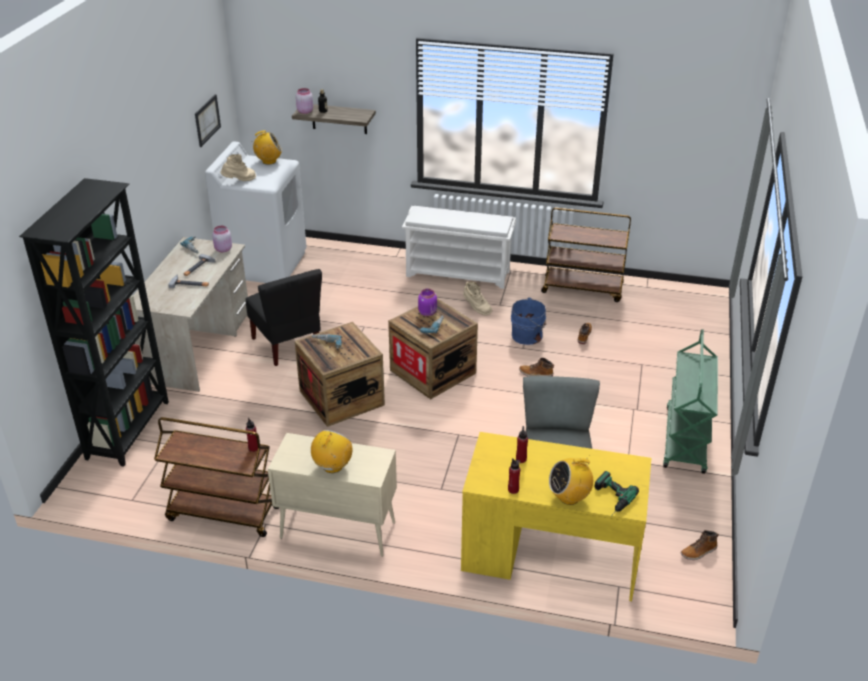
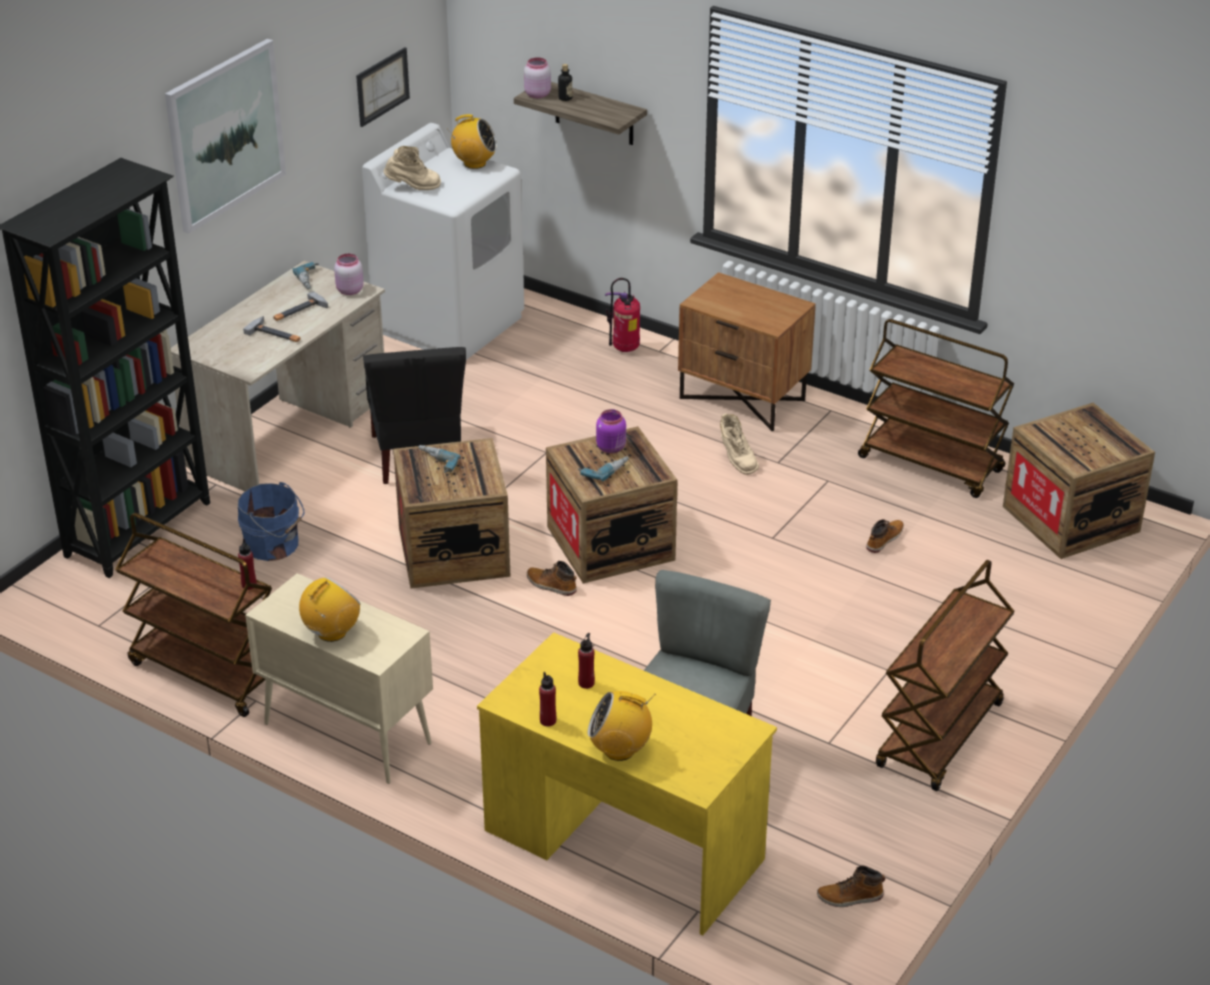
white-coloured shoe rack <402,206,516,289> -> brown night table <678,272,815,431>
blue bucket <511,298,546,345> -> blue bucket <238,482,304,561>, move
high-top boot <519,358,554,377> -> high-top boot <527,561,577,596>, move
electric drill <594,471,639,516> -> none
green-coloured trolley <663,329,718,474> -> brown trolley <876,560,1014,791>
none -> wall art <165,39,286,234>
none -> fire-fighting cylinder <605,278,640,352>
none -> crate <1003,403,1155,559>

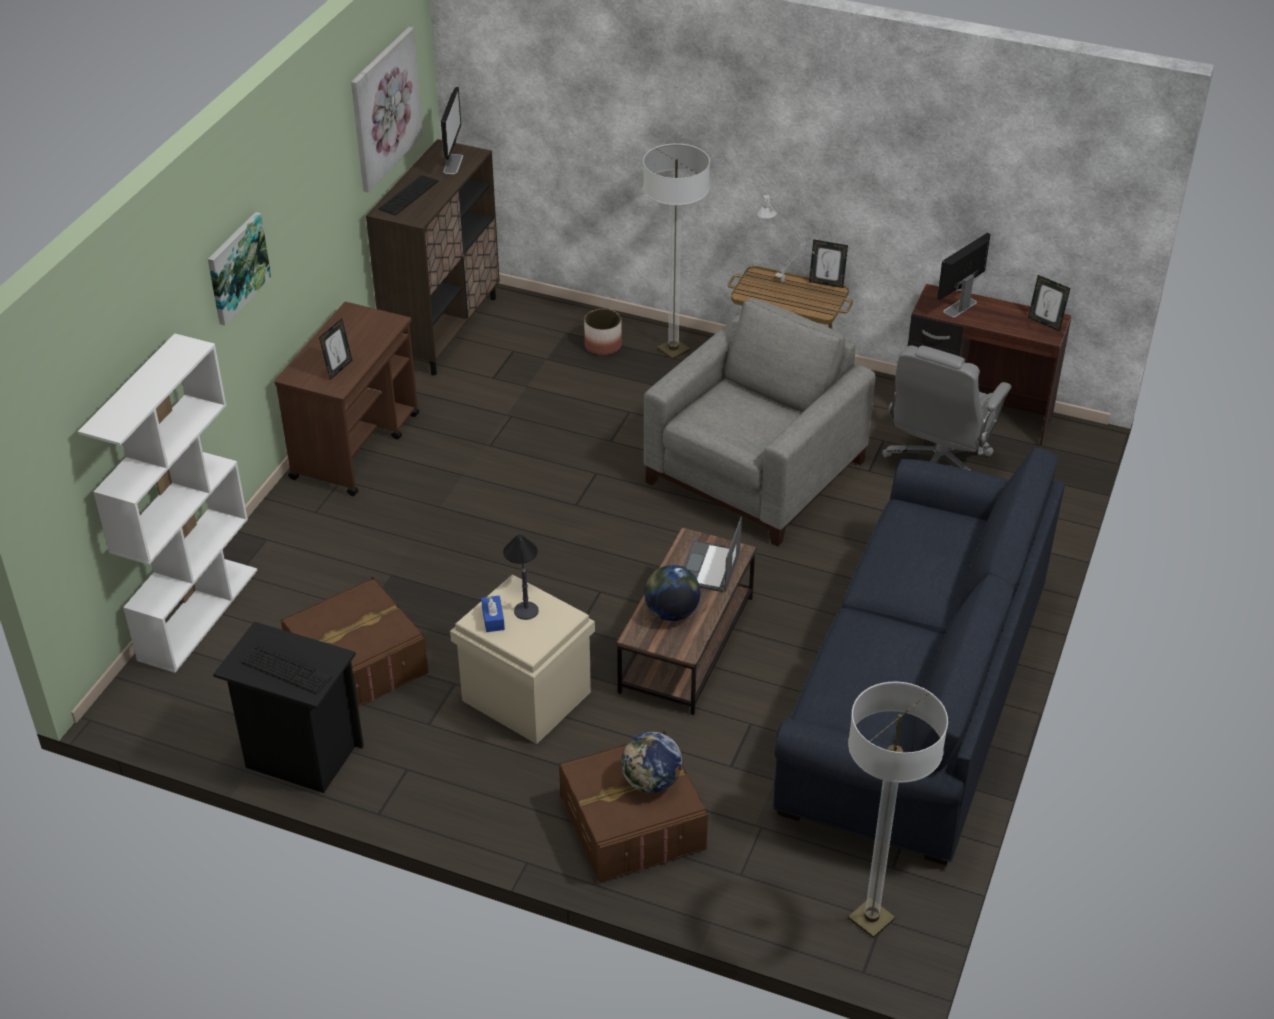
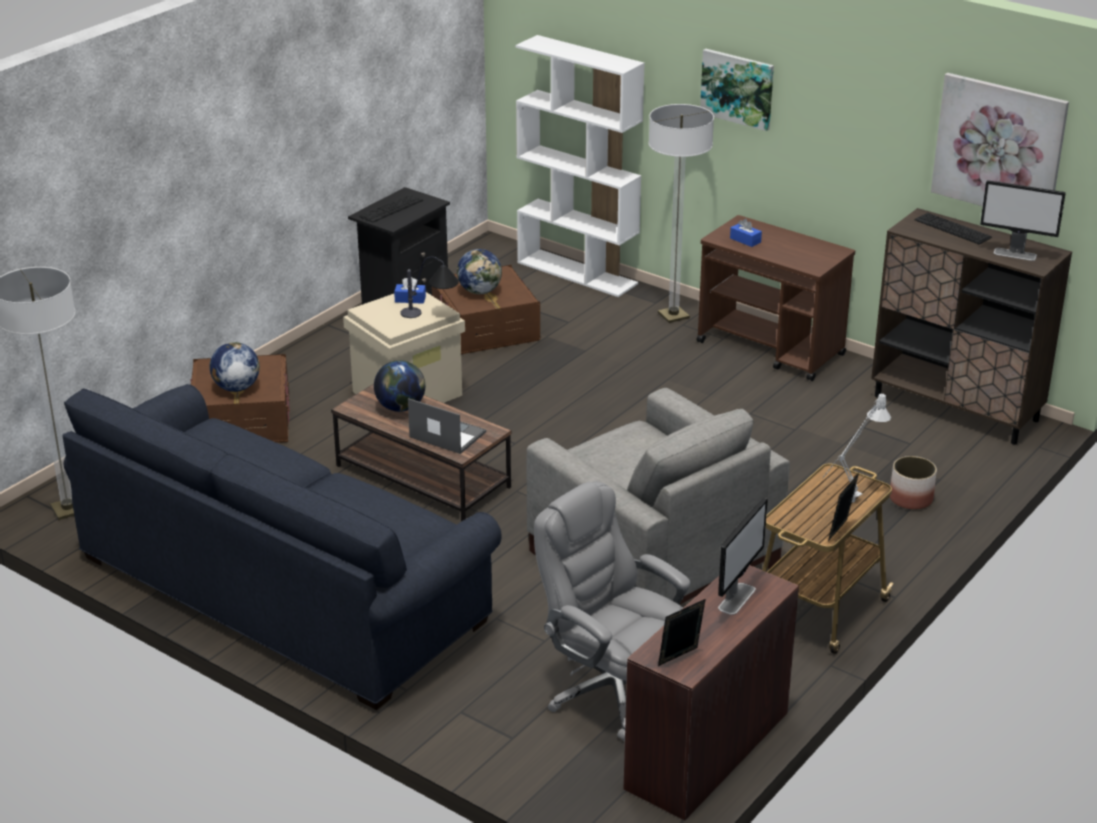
standing frame <319,318,352,380> -> blue box of tissues <730,219,762,247>
standing lamp <643,144,710,360> -> standing lamp <648,104,714,323>, move
monitor <937,233,991,318> -> monitor <718,498,768,615>, 60 degrees clockwise
none -> world globe <457,249,502,294>

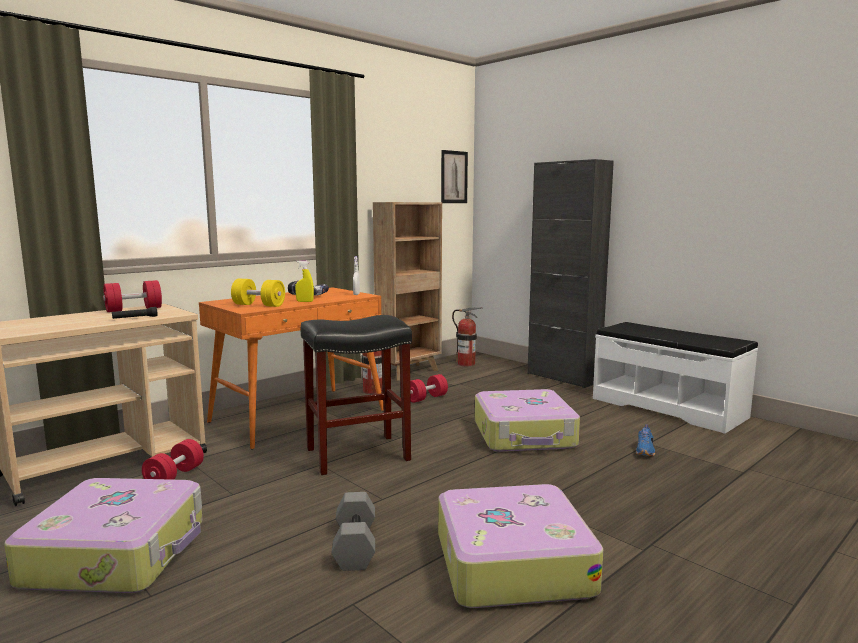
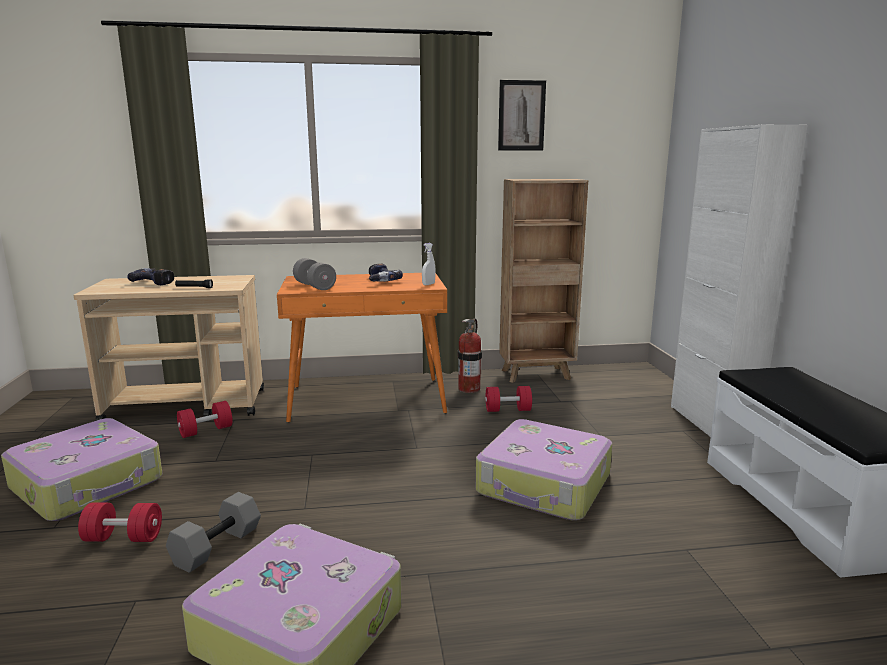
red free weight <103,280,162,312> -> red free weight <78,502,162,542>, move
yellow free weight <231,279,285,307> -> grey free weight <293,258,336,290>
yellow sprayer <295,260,314,302> -> none
black sitting stool <301,315,412,475> -> none
wall art <441,150,468,203> -> wall art <498,80,546,150>, move
fire-fighting cylinder <452,307,483,367> -> none
black storage cabinet <527,159,614,388> -> white-coloured storage cabinet <671,125,808,437>
blue low shoe <636,425,655,456> -> none
none -> electric drill <127,268,174,285>

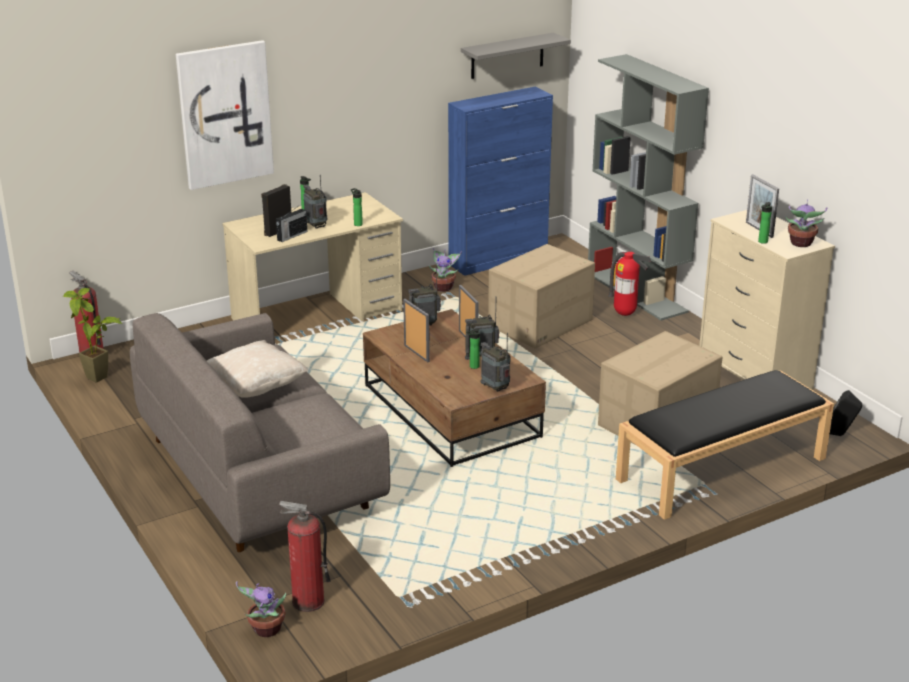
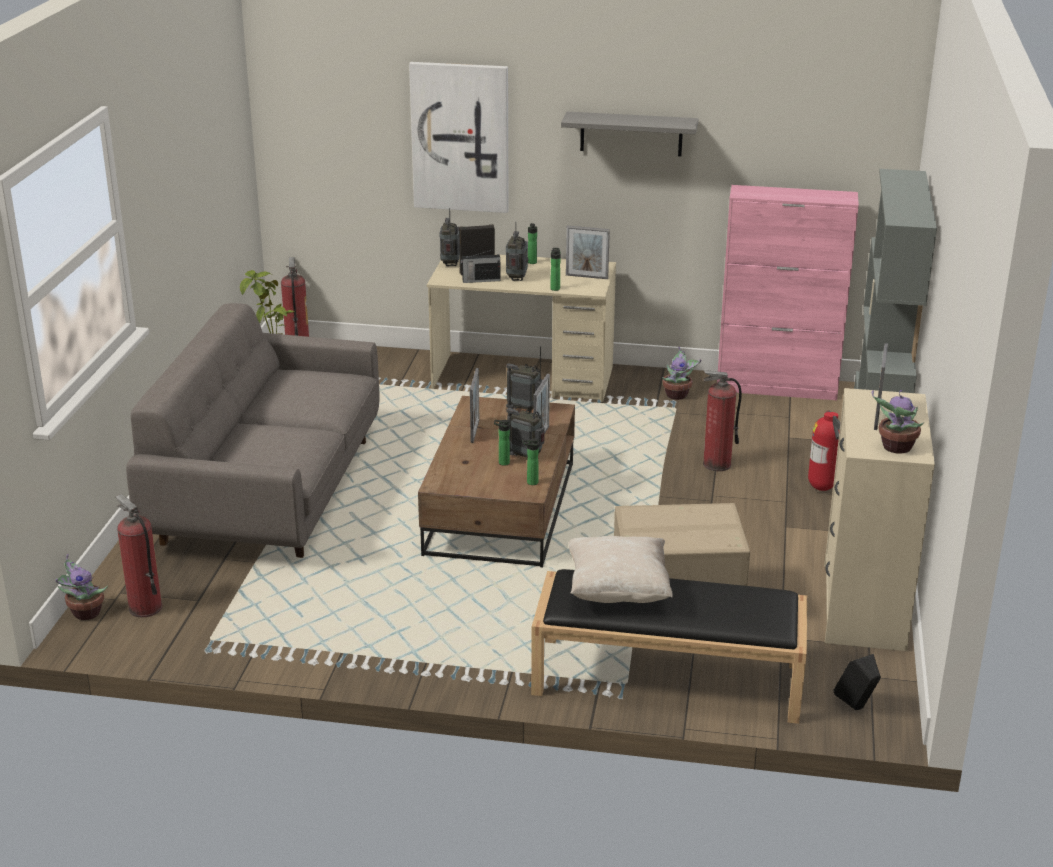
beige-coloured pillow <207,340,308,398> -> beige-coloured pillow <568,536,673,603>, move
blue storage cabinet <448,87,553,276> -> pink-coloured storage cabinet <717,185,859,400>
grey shelf <461,33,571,79> -> grey shelf <561,112,698,156>, move
radio <480,333,511,392> -> radio <440,208,460,266>, move
carton <488,244,595,348> -> fire-fighting cylinder <703,370,742,471>
bottle <758,202,772,244> -> bottle <522,438,539,485>, move
none -> standing frame <566,226,610,279>

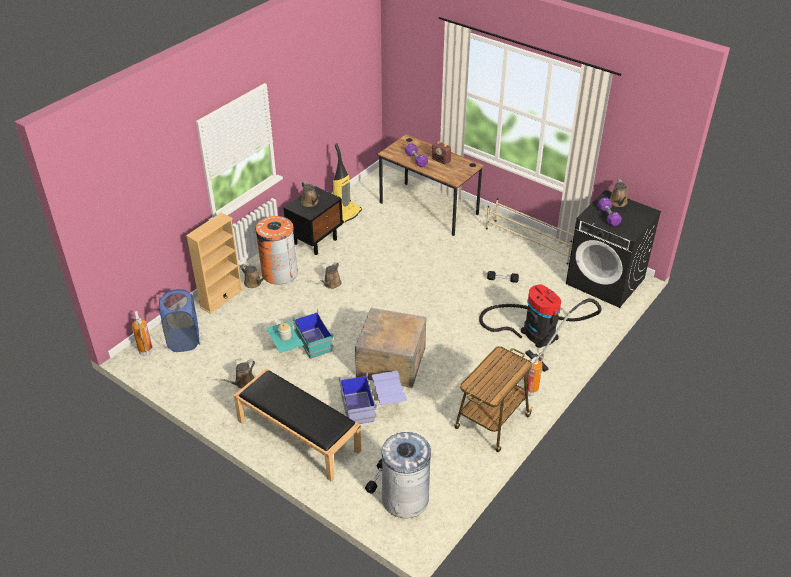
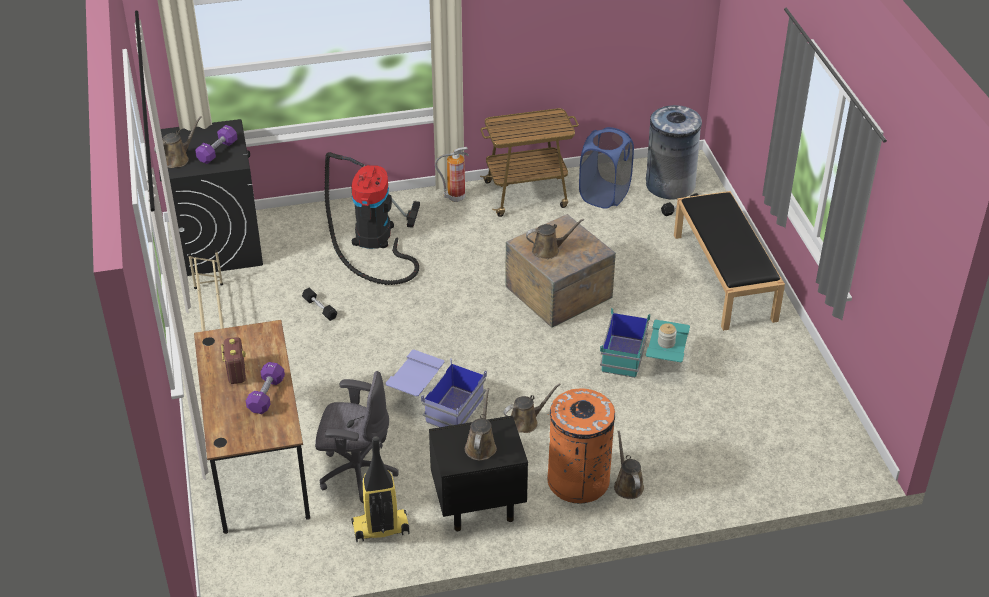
fire-fighting cylinder <132,311,153,356> -> none
blue washing basket <159,289,200,352> -> blue washing basket <579,127,634,209>, move
beige-coloured shelving unit <186,212,243,314> -> none
brown sprinkling can <221,359,255,388> -> brown sprinkling can <526,219,584,259>, move
blue storage bin <339,371,407,424> -> blue storage bin <385,350,487,427>, move
none -> grey computer chair <315,371,399,504>

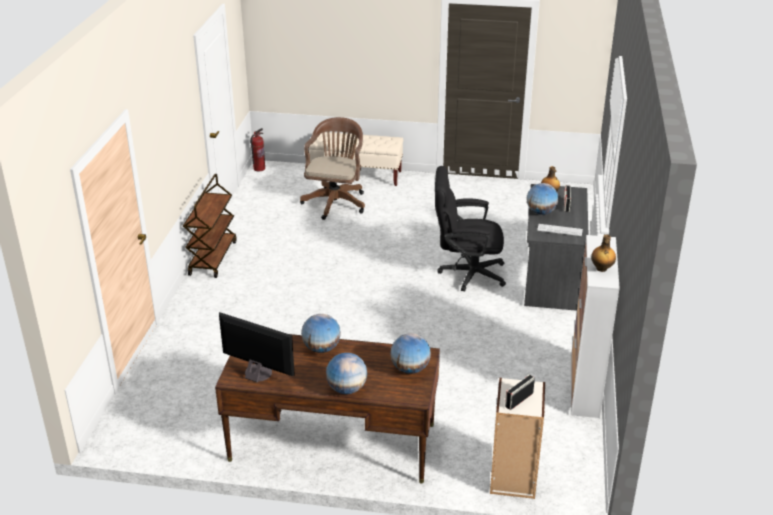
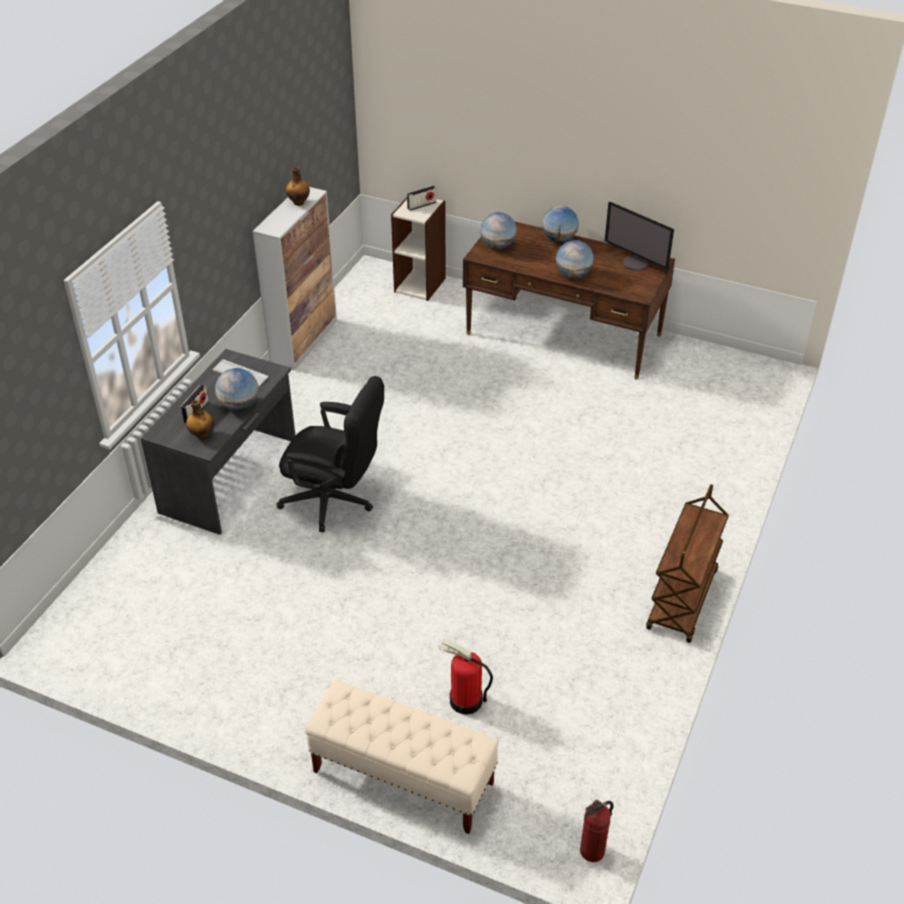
brown computer chair <300,117,365,220> -> fire-fighting cylinder <439,639,493,715>

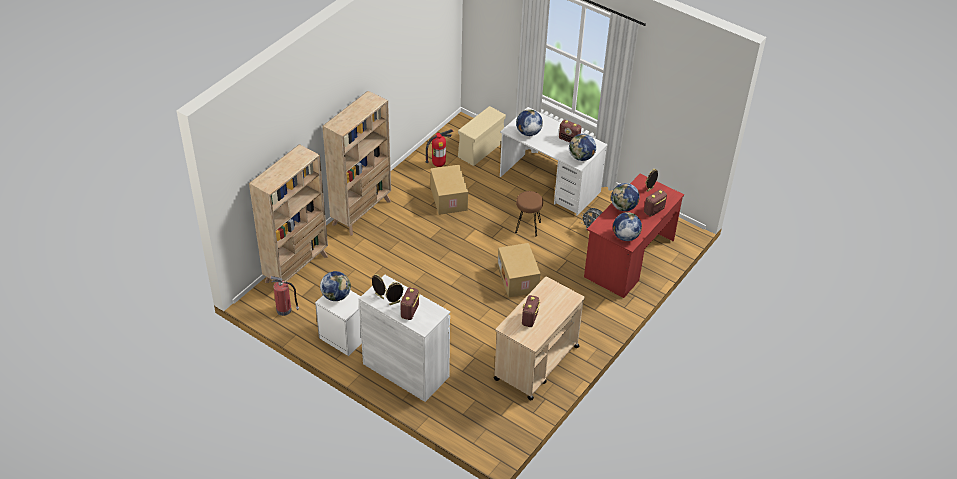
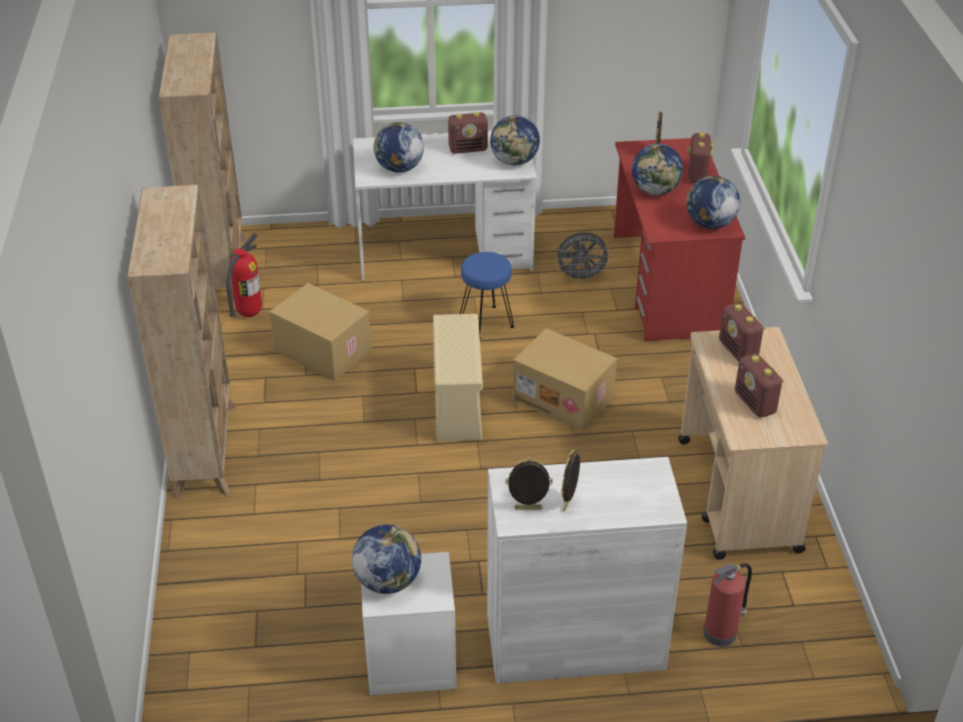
beige-coloured shelving unit <249,144,328,283> -> beige-coloured shelving unit <159,32,247,302>, move
fire-fighting cylinder <270,276,299,316> -> fire-fighting cylinder <703,563,752,647>, move
radio <400,287,420,320> -> radio <719,303,765,362>, move
beige-coloured storage bin <458,106,506,166> -> beige-coloured storage bin <433,314,483,442>, move
brown sitting stool <515,191,543,236> -> blue sitting stool <460,252,514,339>

